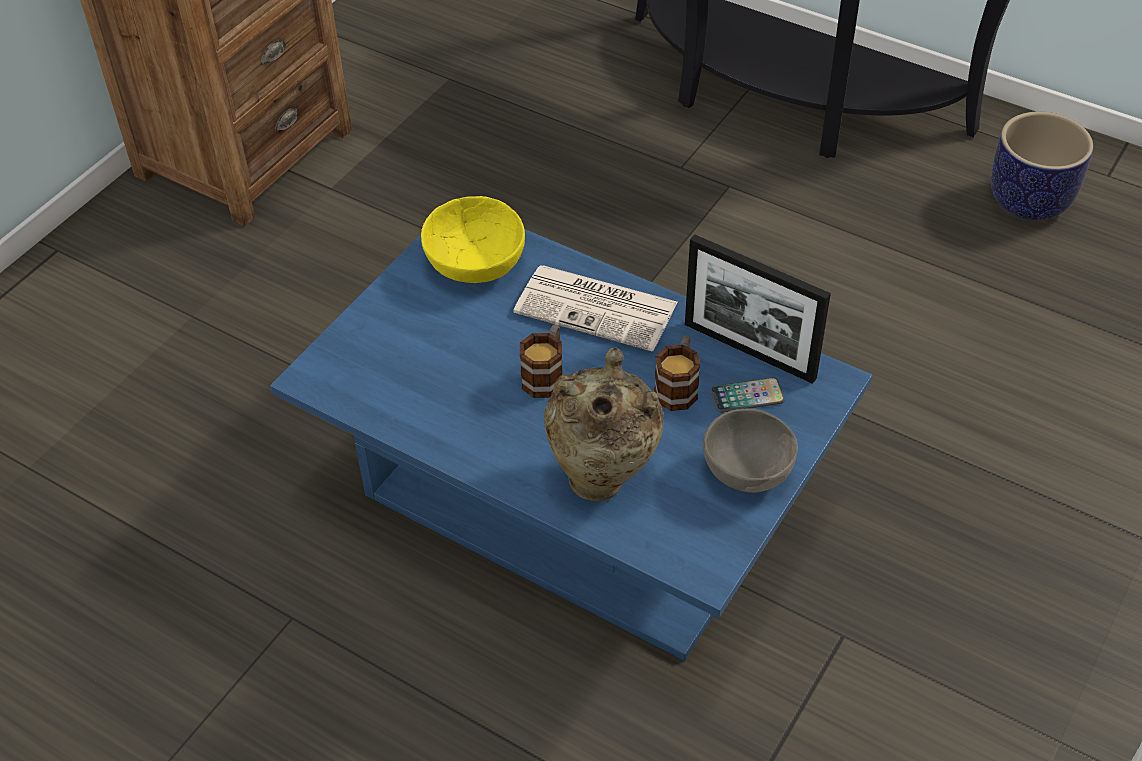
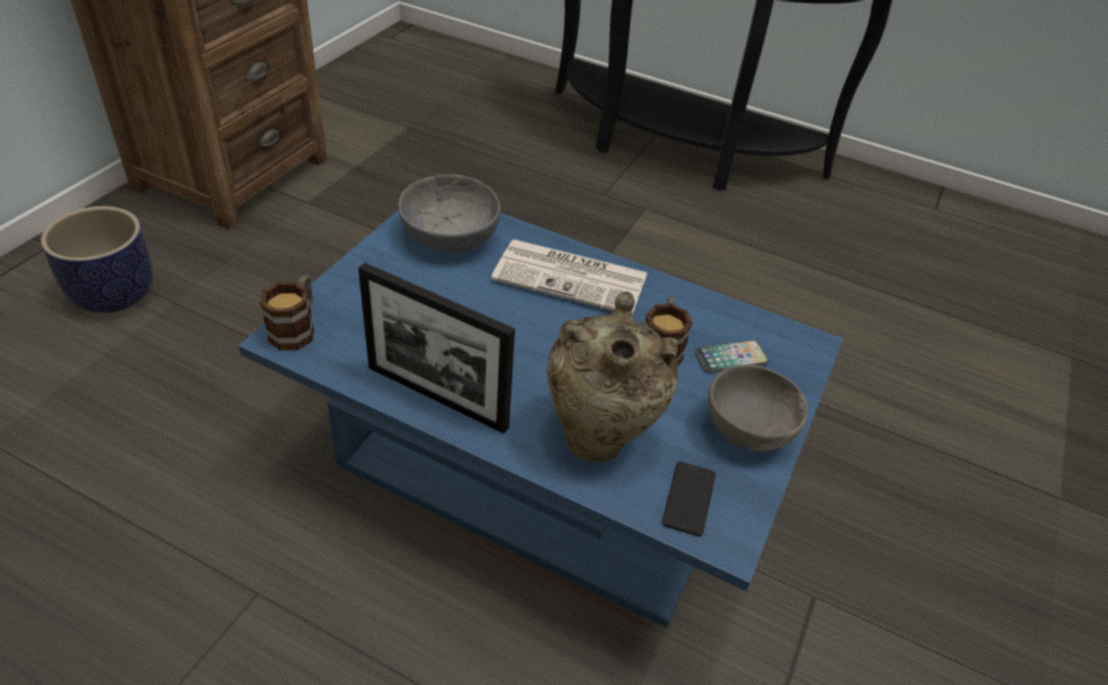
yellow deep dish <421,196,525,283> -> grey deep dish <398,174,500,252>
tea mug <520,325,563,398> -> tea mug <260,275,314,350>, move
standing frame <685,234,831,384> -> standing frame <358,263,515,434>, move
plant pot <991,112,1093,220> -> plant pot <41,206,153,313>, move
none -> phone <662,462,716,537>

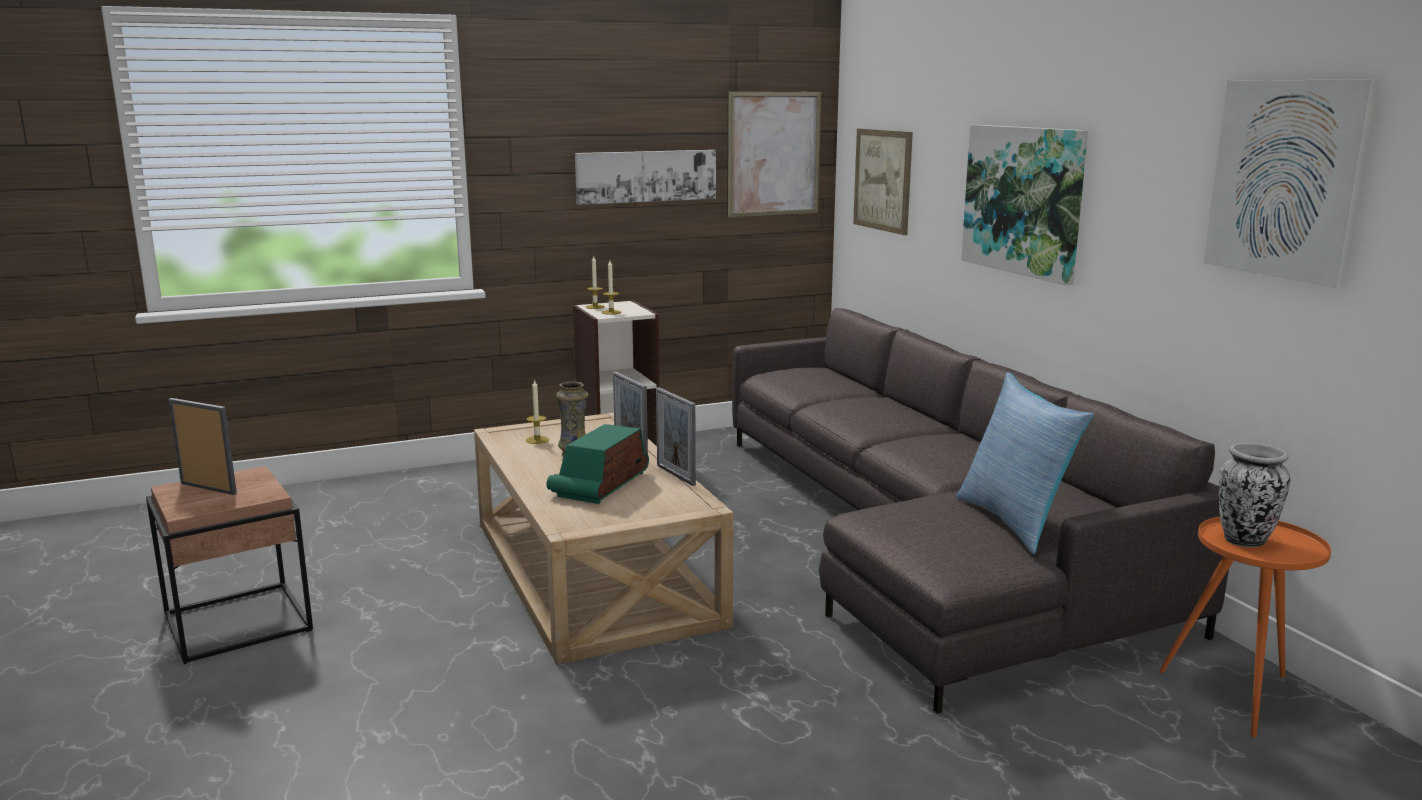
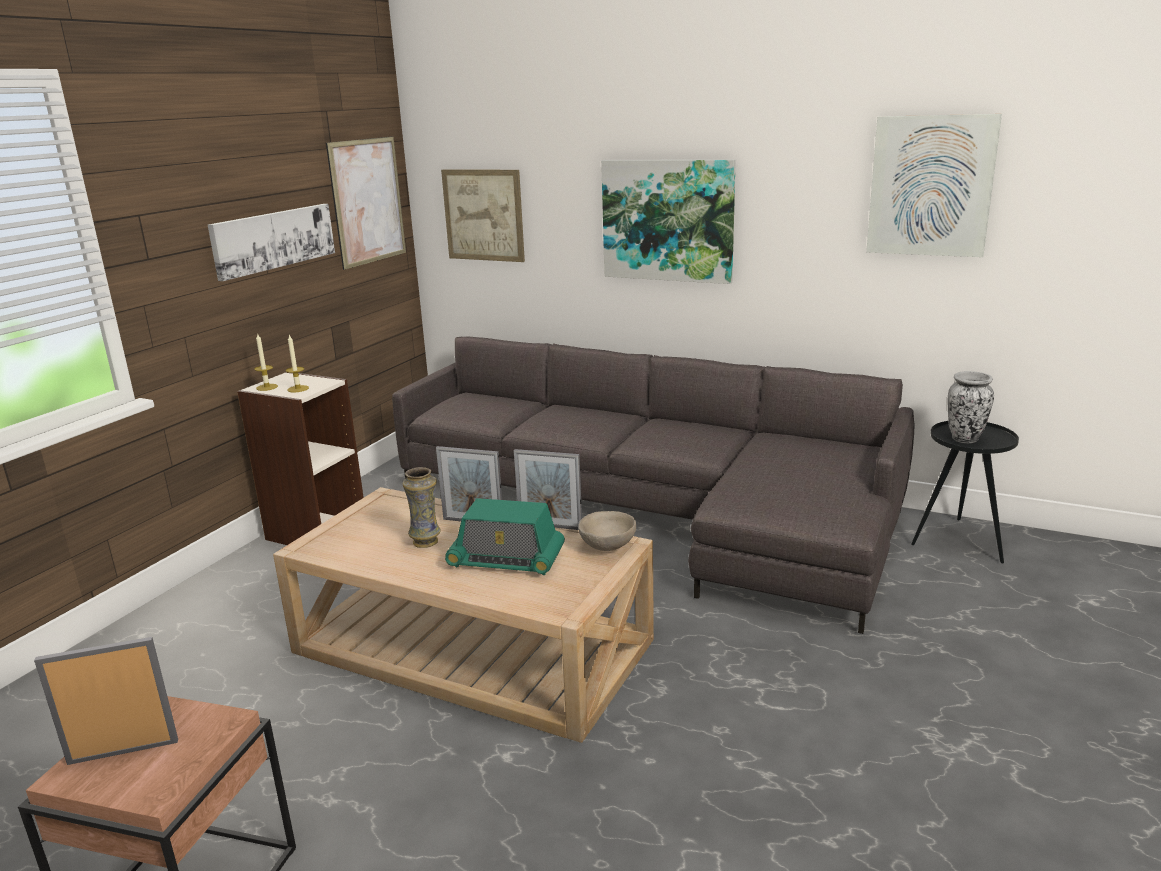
wax candle <526,379,549,444> -> none
radio <546,424,649,504> -> radio <445,498,565,575>, 60 degrees counterclockwise
pillow <957,372,1094,554> -> none
orange side table <1159,517,1331,738> -> black side table <911,421,1019,563>
none -> beige-coloured deep dish <578,511,636,551>

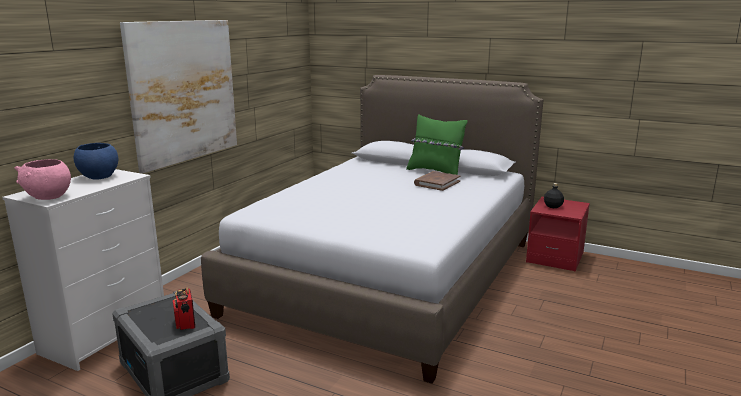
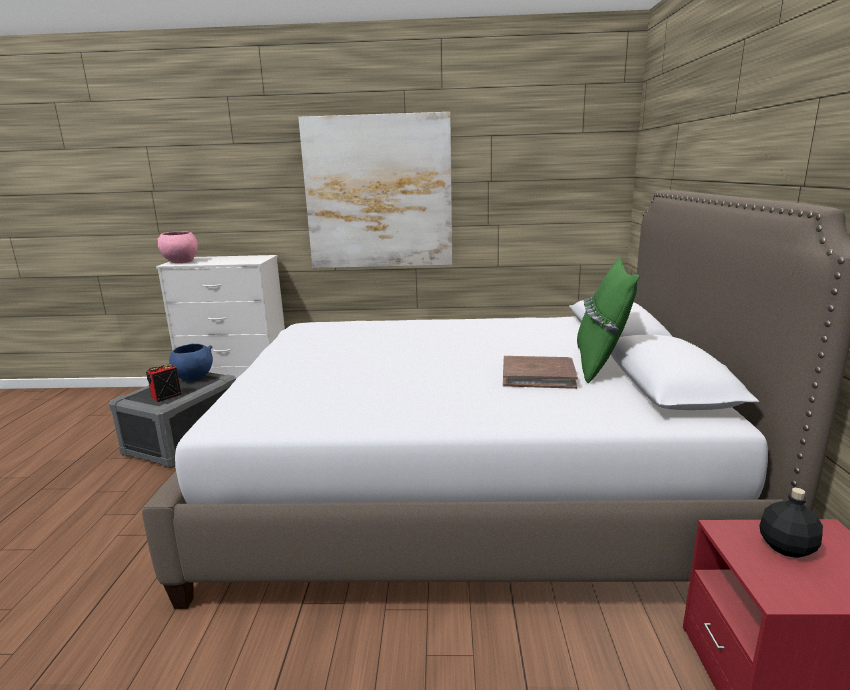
blue deep dish <74,143,118,180> -> blue deep dish <169,344,213,381>, move

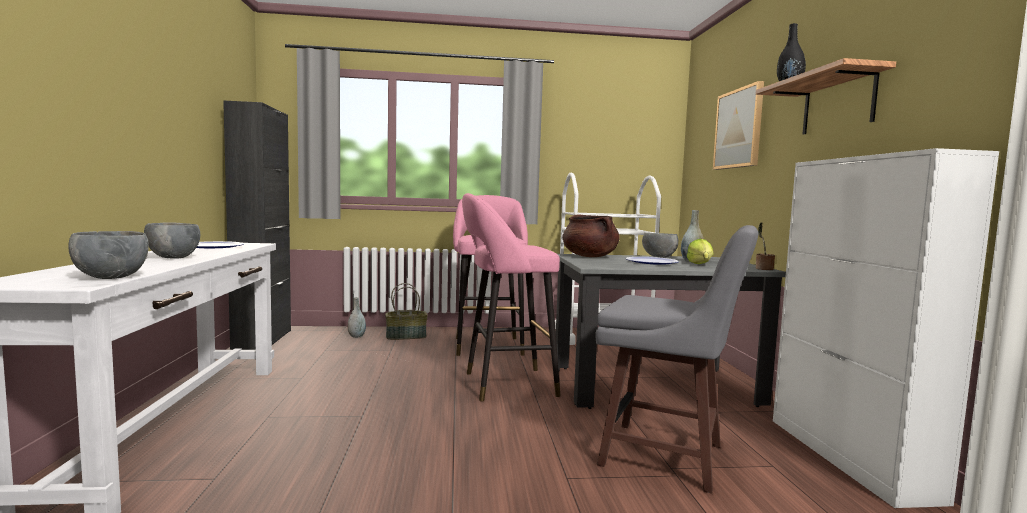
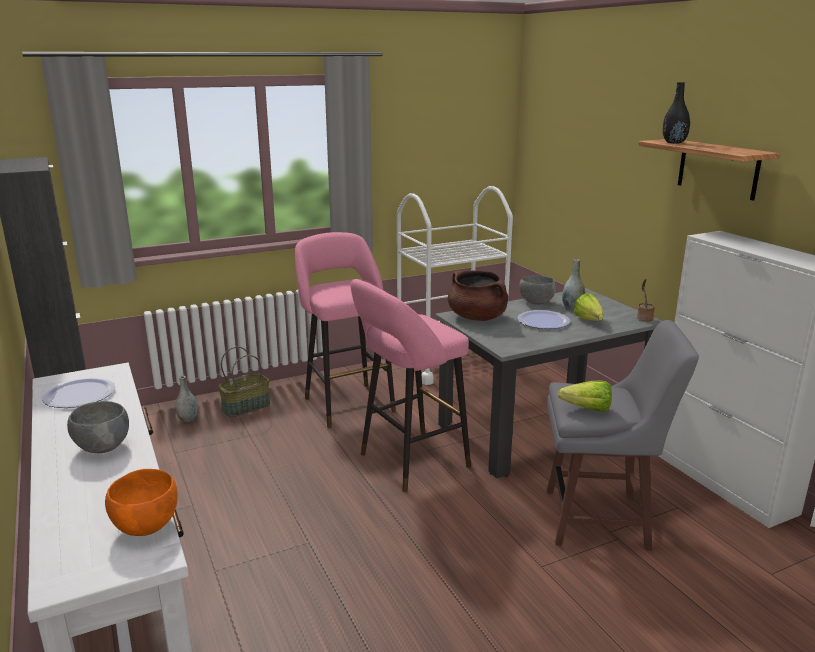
grey deep dish <68,231,149,279> -> orange deep dish <105,469,178,536>
wall art <713,81,764,170> -> none
none -> lettuce head <558,381,612,412>

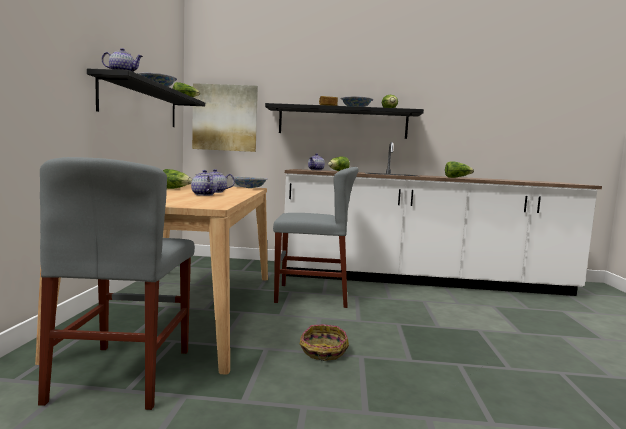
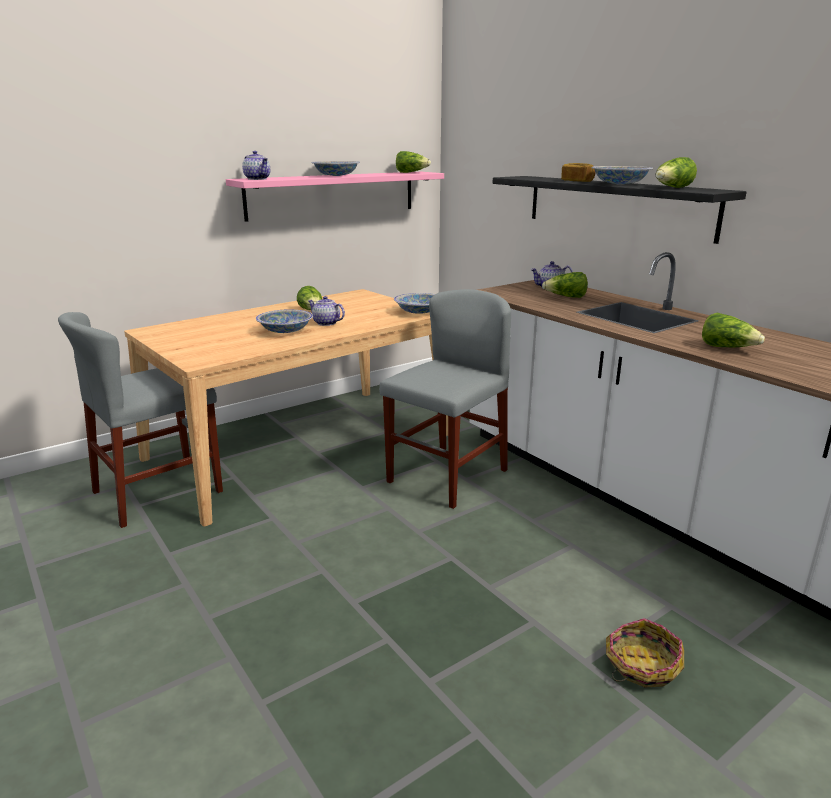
black shelf <87,69,205,127> -> pink-coloured shelf <226,172,444,222>
pot for tea <191,170,217,196> -> deep dish <256,309,313,333>
wall art <192,83,258,152> -> none
grey upright chair <273,167,359,308> -> grey upright chair <379,289,511,509>, 105 degrees counterclockwise
storage basket <300,324,349,361> -> storage basket <606,618,684,687>, move

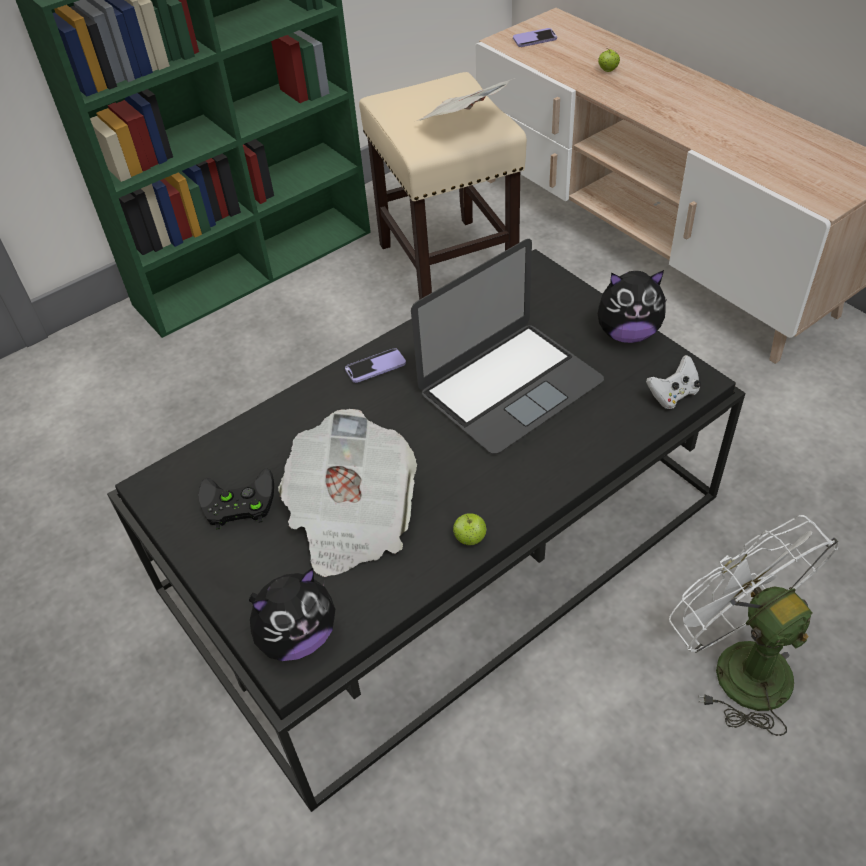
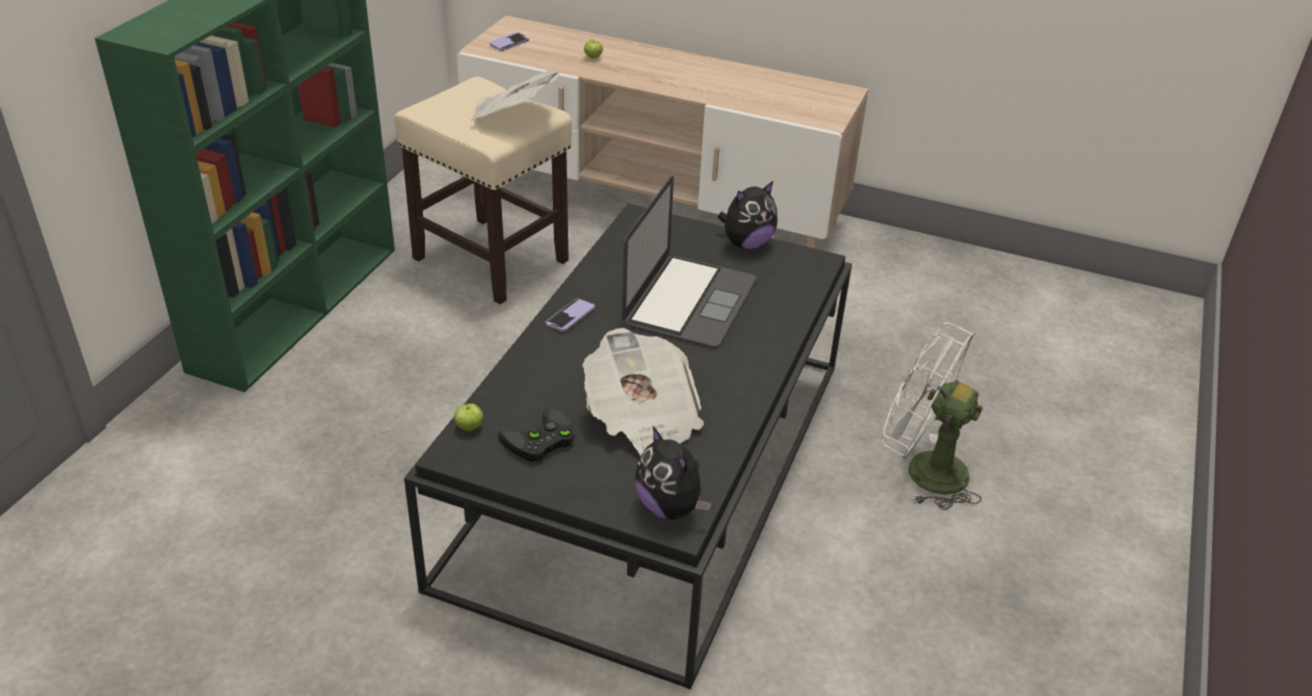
cuddly toy <249,568,335,661> -> cuddly toy <635,425,711,520>, 120 degrees clockwise
whole apple <453,513,486,545> -> whole apple <454,403,483,431>, move
white-coloured gamepad <646,355,701,409> -> none

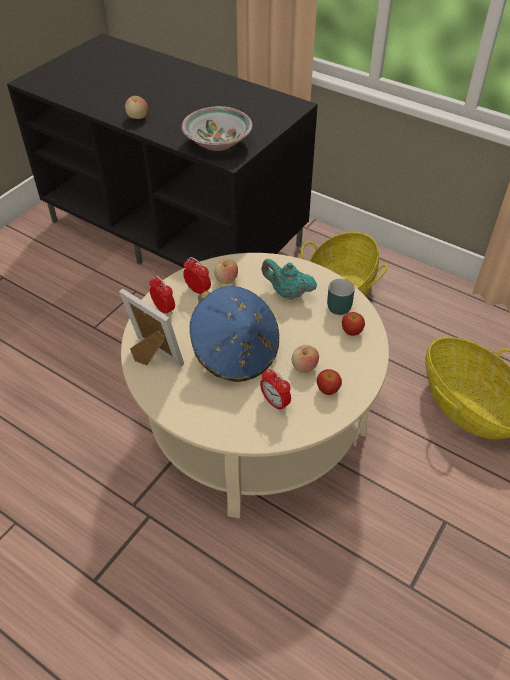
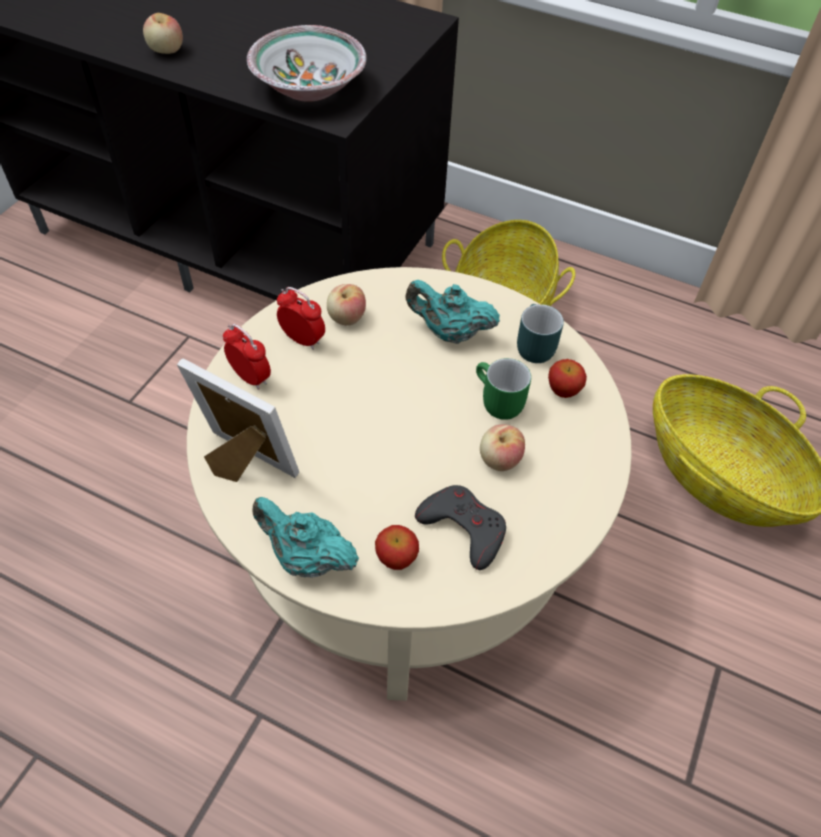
blue wearable hat <190,286,279,382> -> none
alarm clock <260,369,291,412> -> grey gamepad <415,485,506,570>
whole apple <317,369,342,395> -> whole apple <375,525,419,570>, move
none -> turquoise-coloured pot for tea <252,497,359,578>
none -> green-coloured tea mug <476,358,531,420>

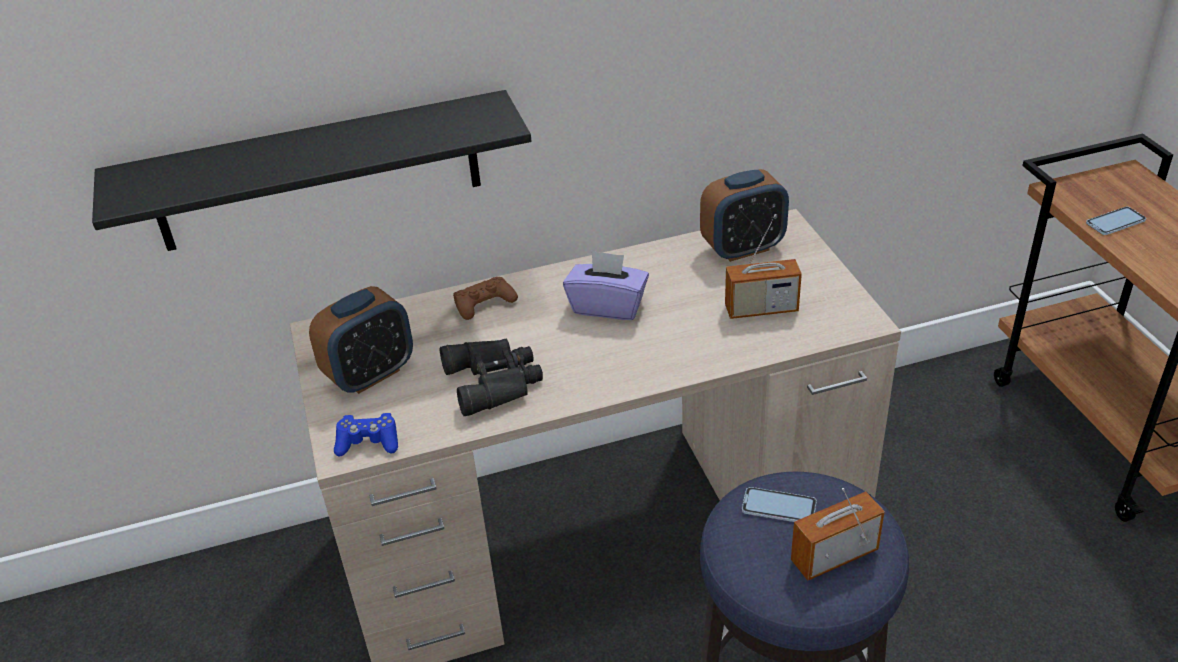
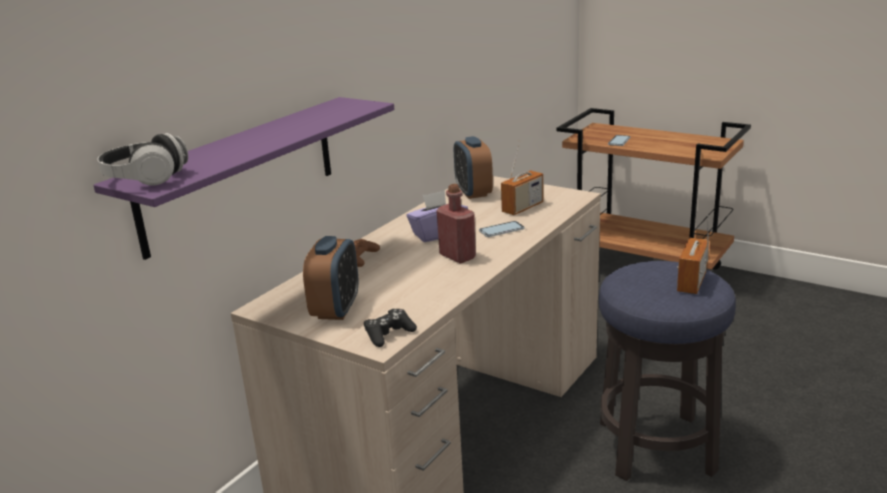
black shelf <92,90,531,251> -> purple shelf <93,97,394,260>
blue gamepad <334,413,398,456> -> black gamepad <364,309,417,347>
black binoculars <440,339,543,416> -> none
alarm clock <700,169,789,262> -> alarm clock <454,136,493,199>, 135 degrees clockwise
phone <742,487,817,522> -> phone <479,221,524,237>, move
none -> pair of headphones <98,133,188,186>
none -> red bottle <437,184,476,263>

